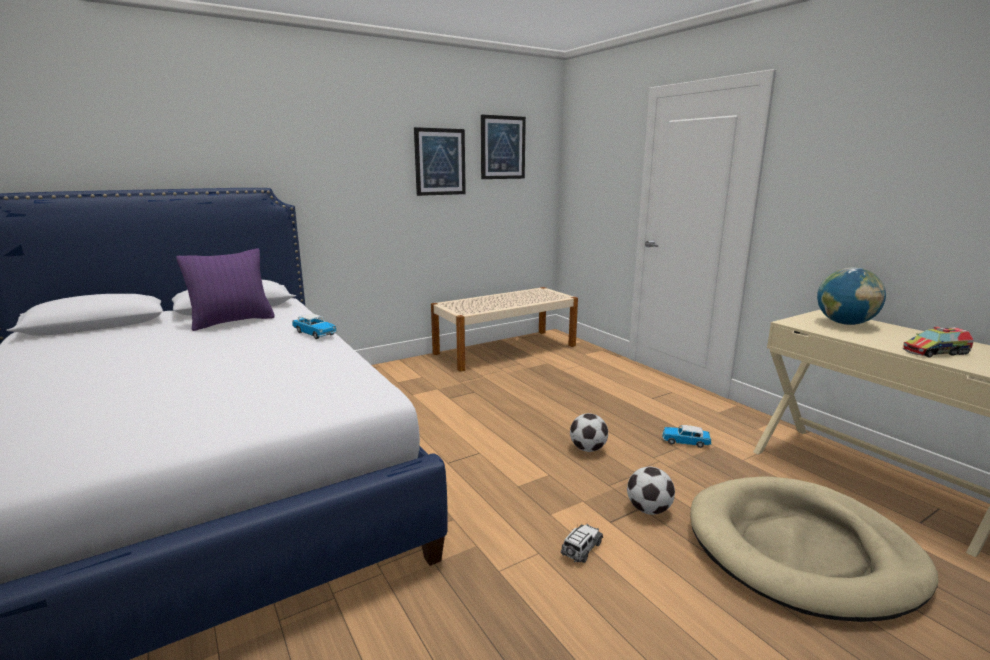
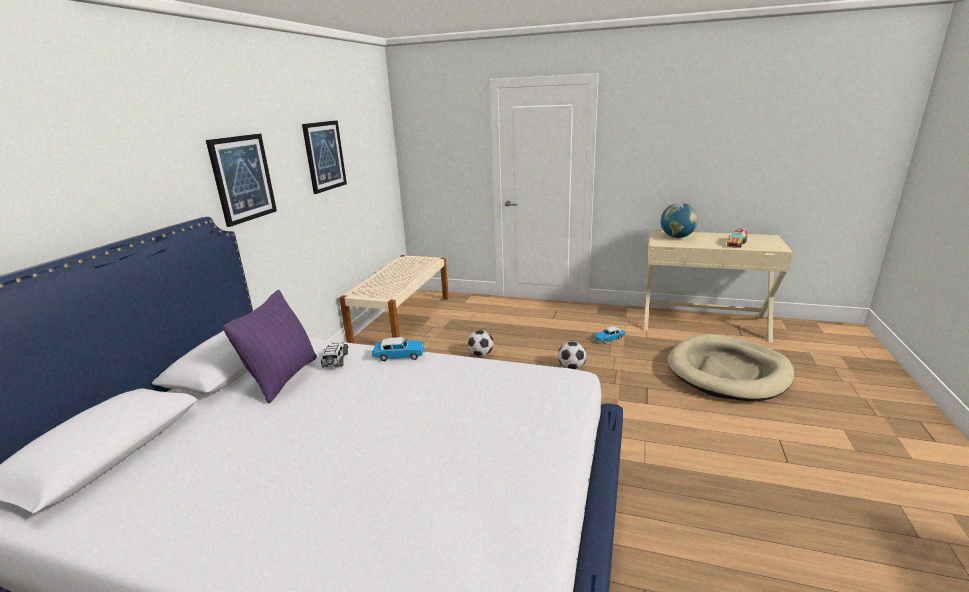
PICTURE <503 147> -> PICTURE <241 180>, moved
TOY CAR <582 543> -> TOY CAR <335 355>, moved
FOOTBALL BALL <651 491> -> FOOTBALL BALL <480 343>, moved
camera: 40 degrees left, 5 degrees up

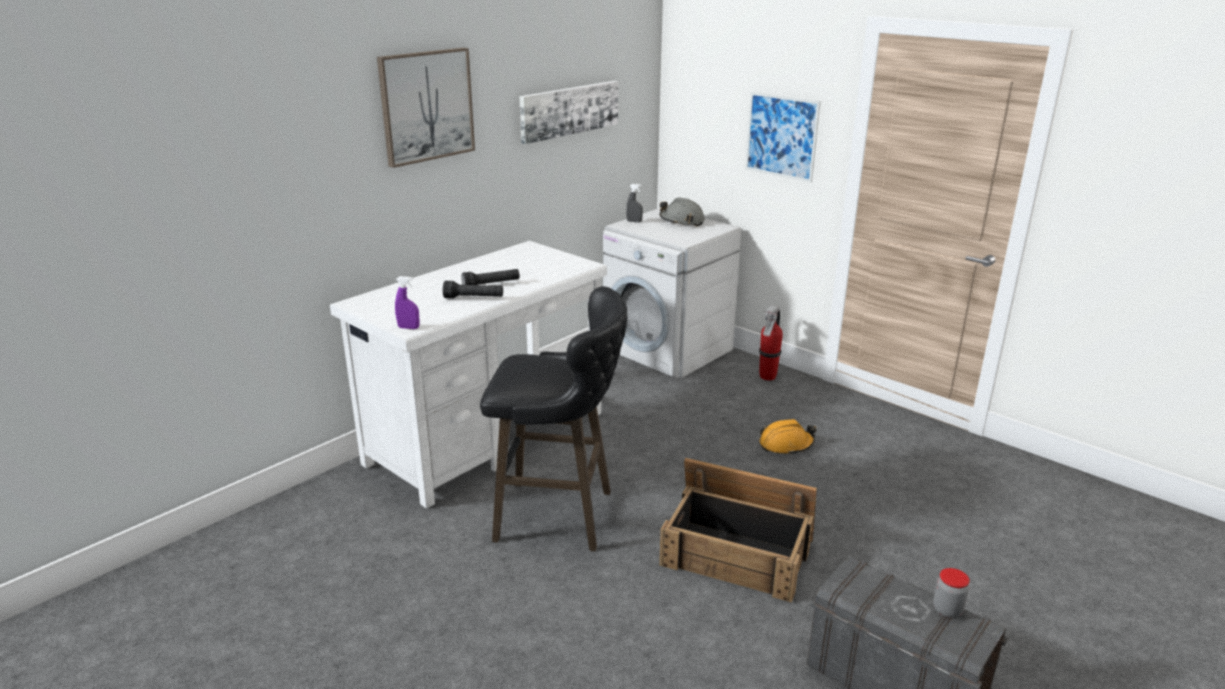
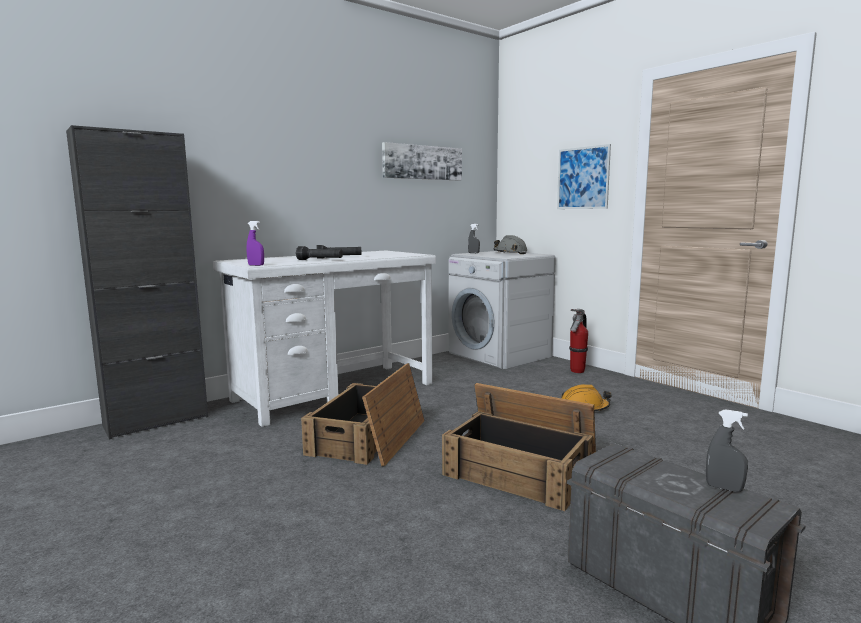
none -> BLACKISH CUPBOARD <137 282>
BLACKISH SITTING STOOL <553 419> -> SHIPPING CRATE <363 414>
STORAGE JAR <951 593> -> GREYISH SPRAYER <727 450>
PICTURE <426 108> -> none
camera: 10 degrees right, 15 degrees down

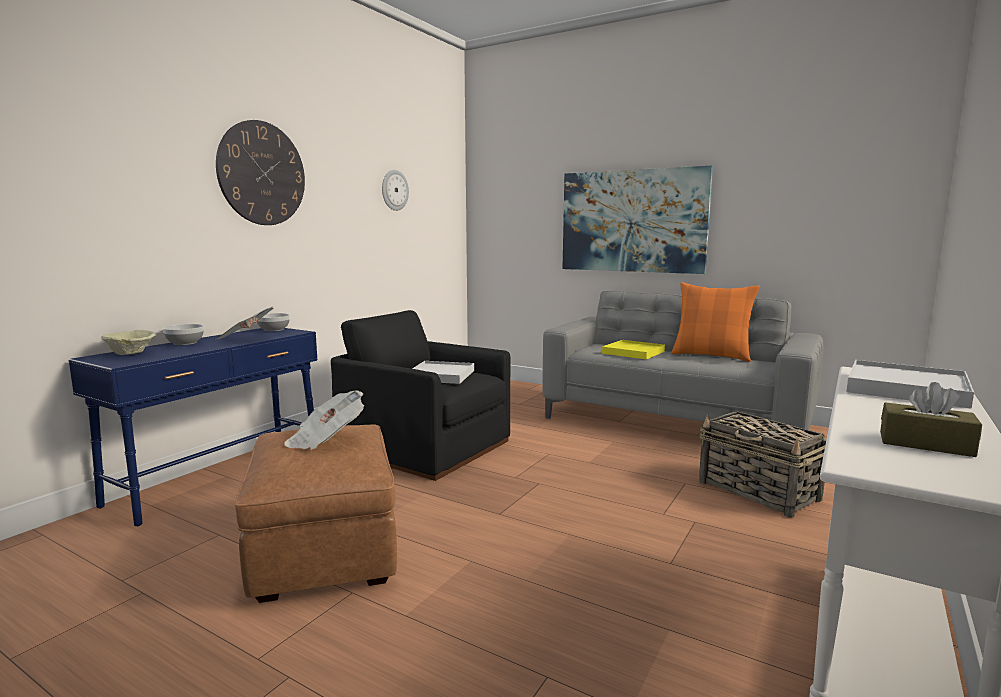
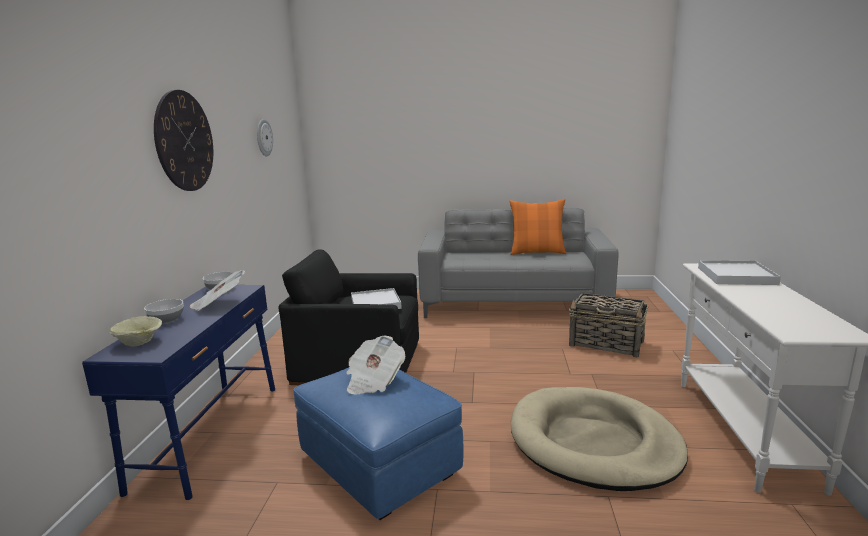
BROWN POUFFE <316 513> -> BLUE-COLOURED POUFFE <378 444>
none -> SAND-COLOURED PET BED <599 439>
PICTURE <638 219> -> none
YELLOW-COLOURED CARRYING TRAY <633 349> -> none
BROWN TISSUE BOX <931 419> -> none
camera: 25 degrees left, 5 degrees up

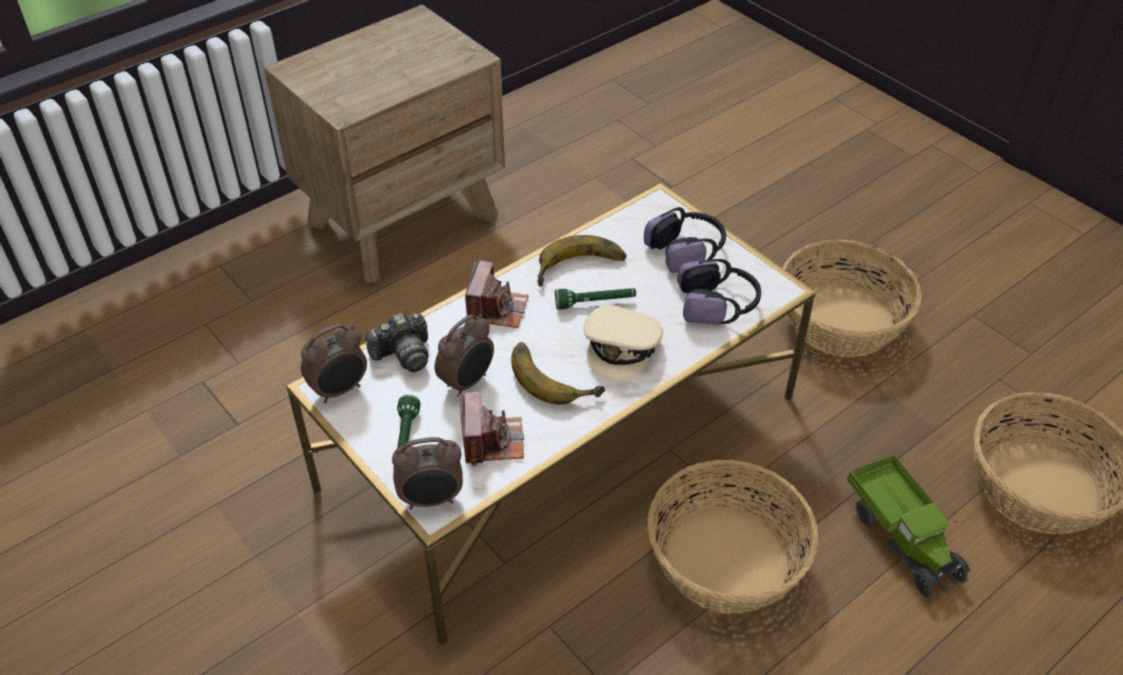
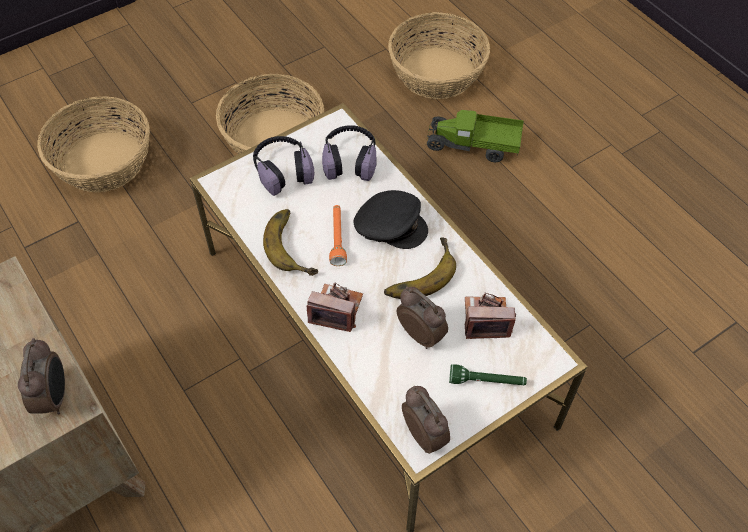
BEDSIDE CLOCK <427 473> -> BEDSIDE CLOCK <41 376>, moved
STORAGE BASKET <732 536> -> STORAGE BASKET <93 144>, moved
GREENISH FLASHLIGHT <595 299> -> ORANGE FLASHLIGHT <338 235>
SAND-COLOURED CAP <623 343> -> BLACKISH CAP <391 219>
TOY TRUCK <908 526> -> TOY TRUCK <475 136>, 150 degrees counterclockwise
PHOTO CAMERA <397 342> -> none
camera: 85 degrees left, 10 degrees up

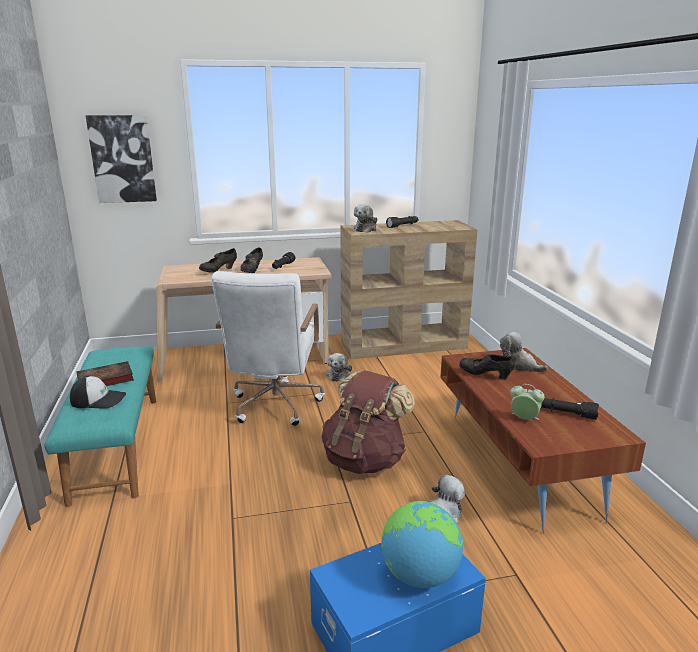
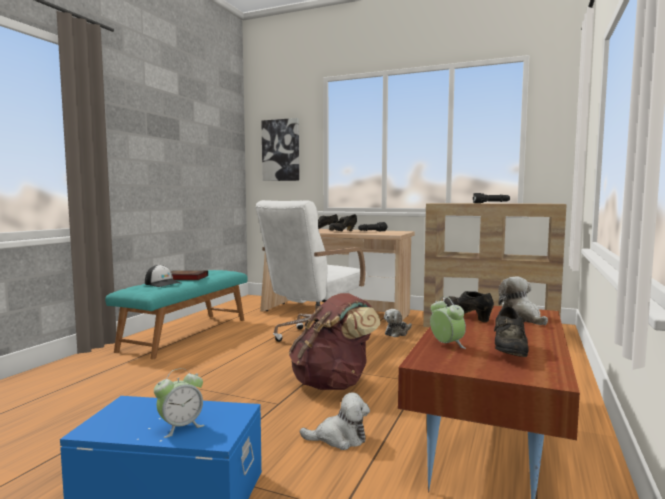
GLOBE <422 544> -> BEDSIDE CLOCK <179 403>
BLACKISH FLASHLIGHT <570 409> -> BLACKISH ITEM OF FOOTWEAR <511 331>
CUDDLY TOY <365 218> -> none
camera: 35 degrees right, 15 degrees down

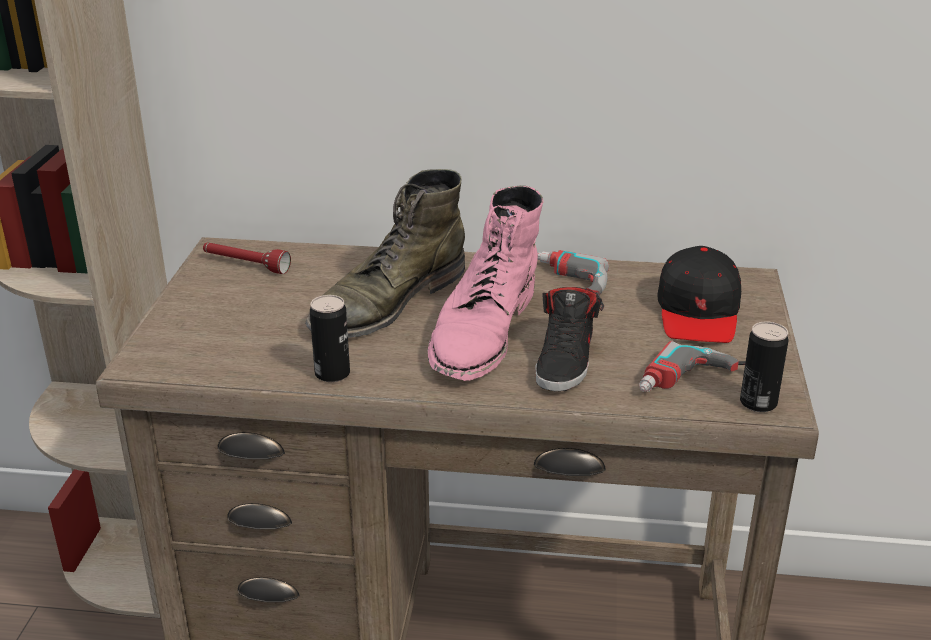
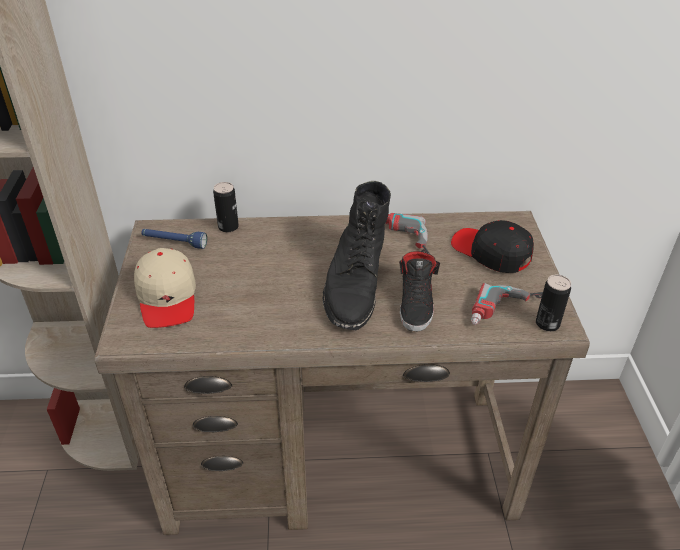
none -> SAND-COLOURED CAP <165 288>
REDDISH FLASHLIGHT <247 258> -> BLUE-COLOURED FLASHLIGHT <174 239>
CAN <330 338> -> CAN <226 207>, moved
PINKISH BOOT <485 283> -> BLACKISH BOOT <356 255>
BLACKISH CAP <699 294> -> BLACKISH CAP <492 246>, 135 degrees clockwise
GREENISH BOOT <385 253> -> none
camera: 10 degrees left, 10 degrees up

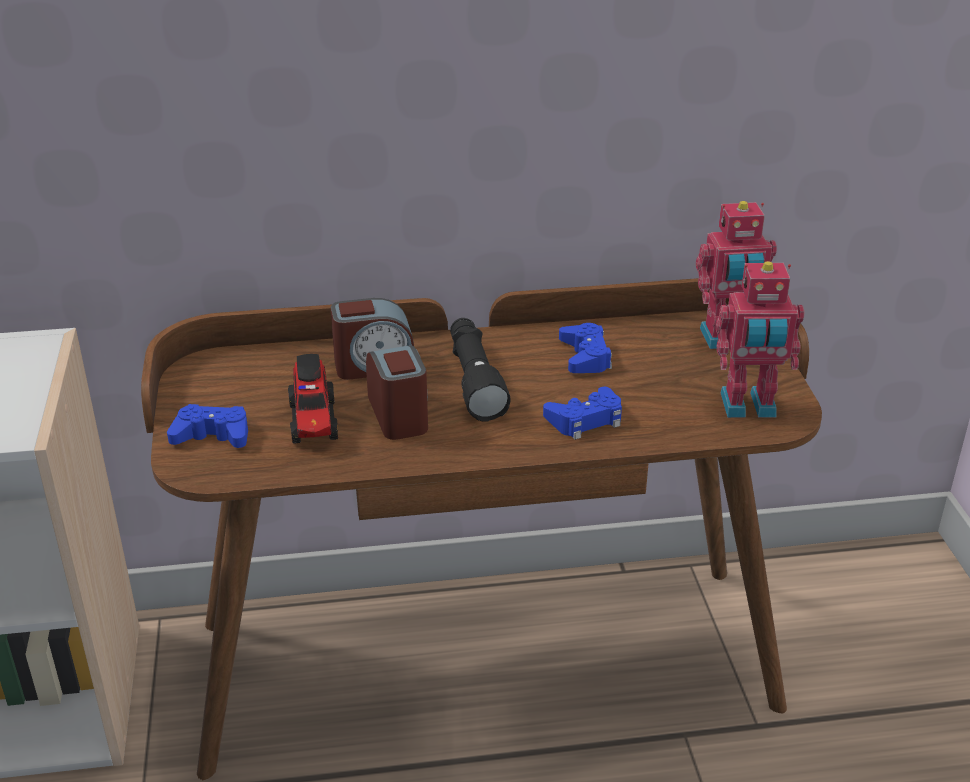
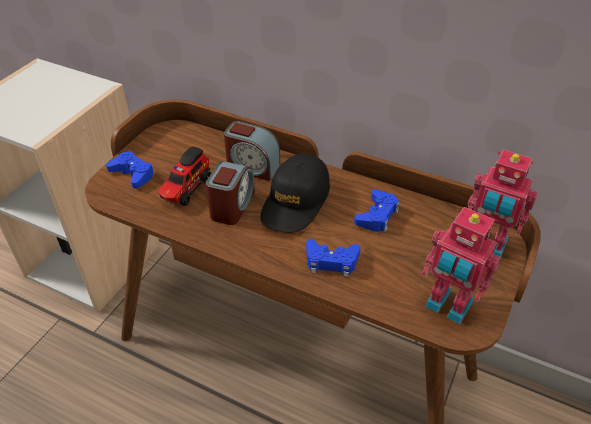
BLACKISH FLASHLIGHT <480 370> -> BLACKISH CAP <295 193>
camera: 35 degrees right, 10 degrees up

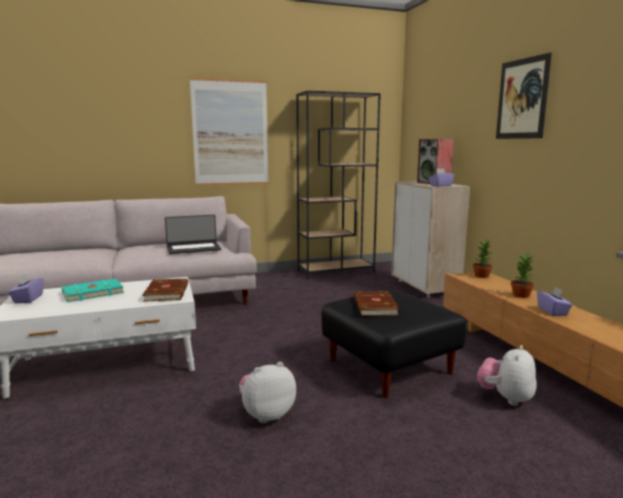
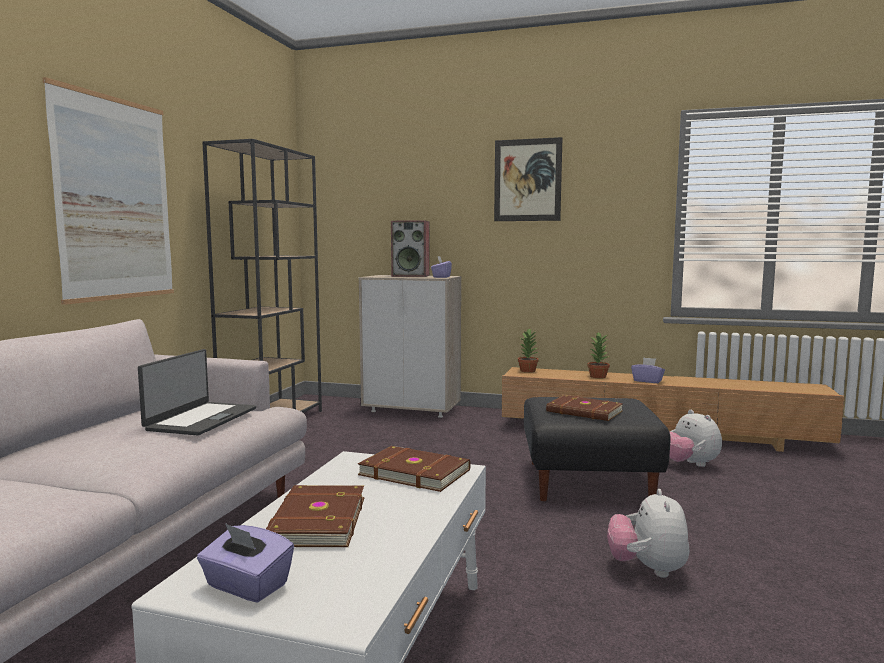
BLUE-GREEN BOOK <93 290> -> BROWN BOOK <315 516>
camera: 55 degrees left, 5 degrees down

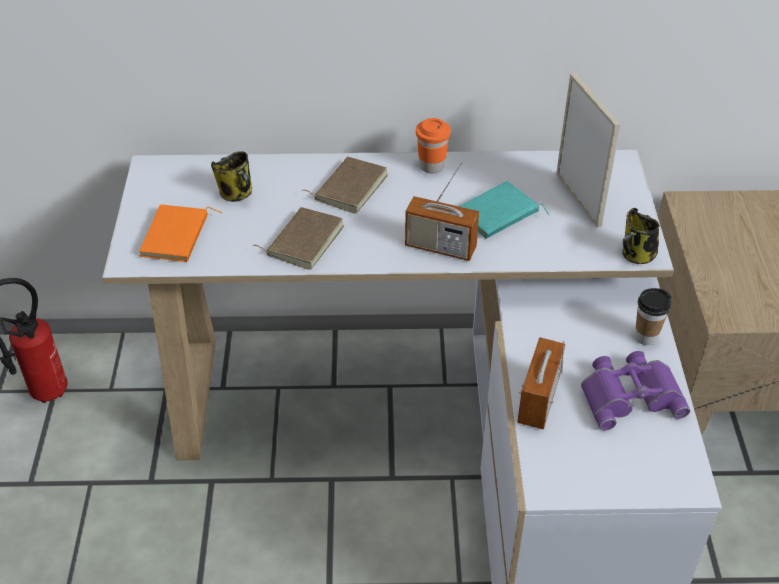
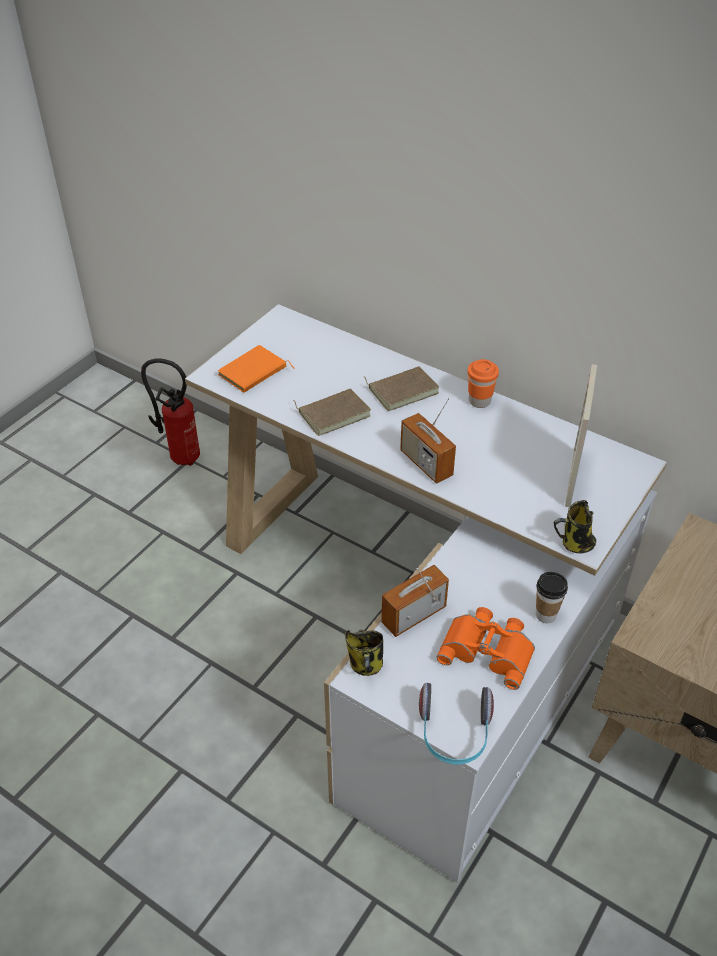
COFFEE MUG <231 176> -> COFFEE MUG <364 652>, moved
none -> HEADSET <456 723>
PURPLISH FIELD GLASSES <635 390> -> ORANGE FIELD GLASSES <485 648>
BLUE-GREEN BOOK <504 210> -> none
camera: 35 degrees right, 0 degrees up

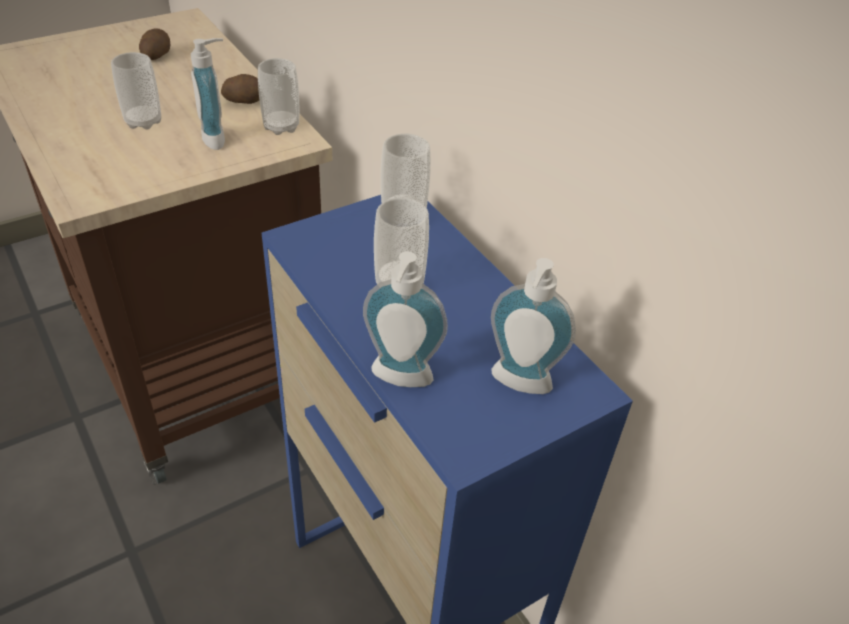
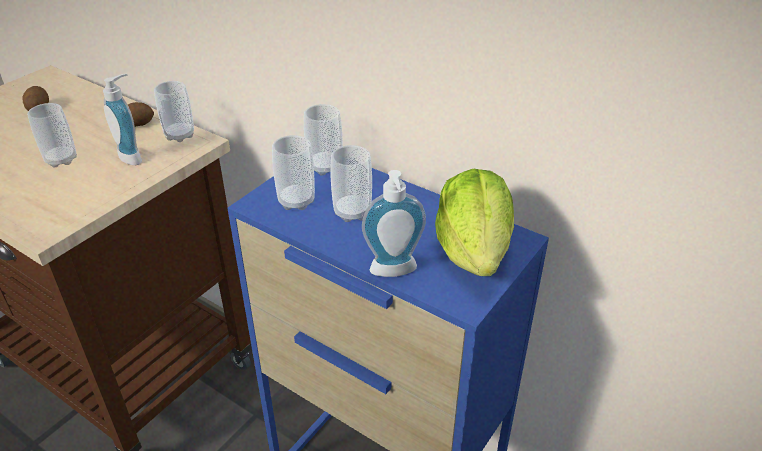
none -> CUP <293 172>
SOAP BOTTLE <533 326> -> LETTUCE HEAD <474 222>
camera: 20 degrees left, 5 degrees down

